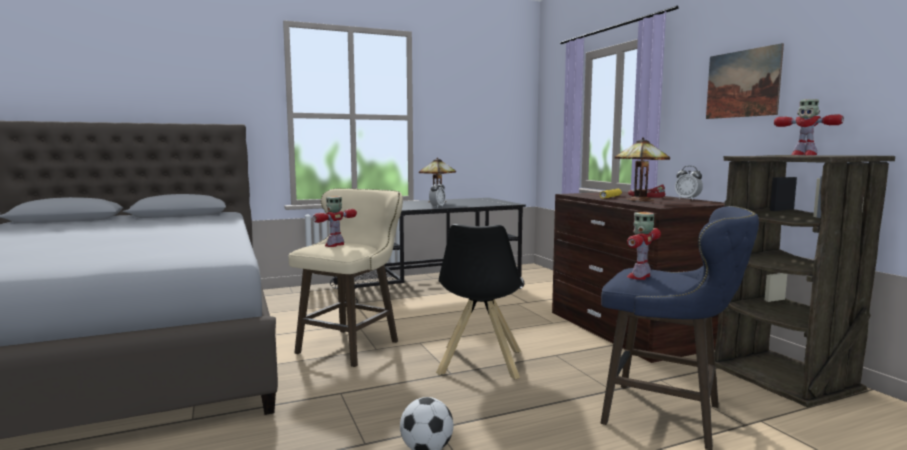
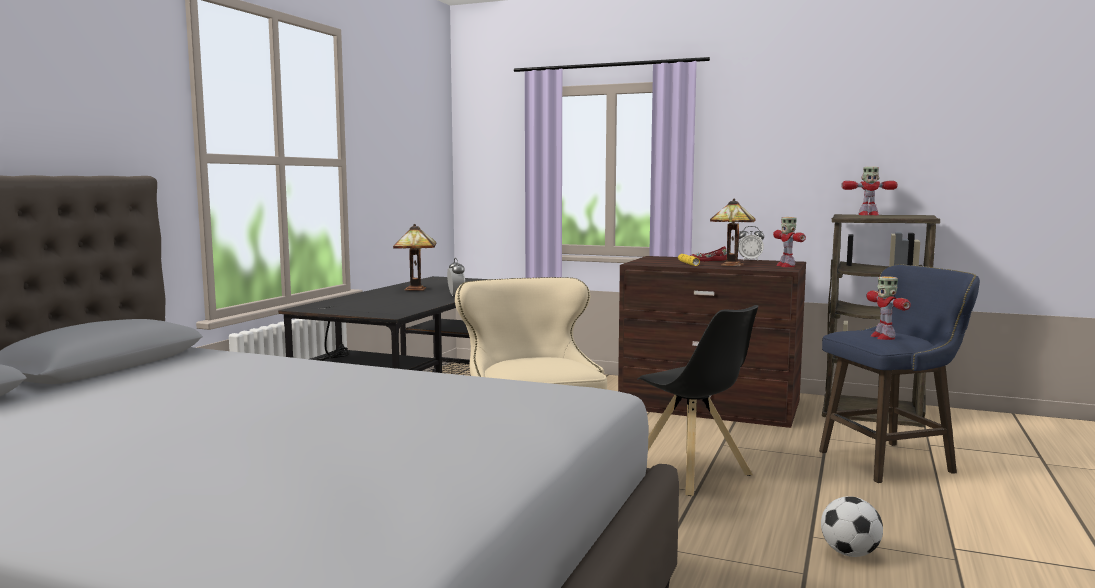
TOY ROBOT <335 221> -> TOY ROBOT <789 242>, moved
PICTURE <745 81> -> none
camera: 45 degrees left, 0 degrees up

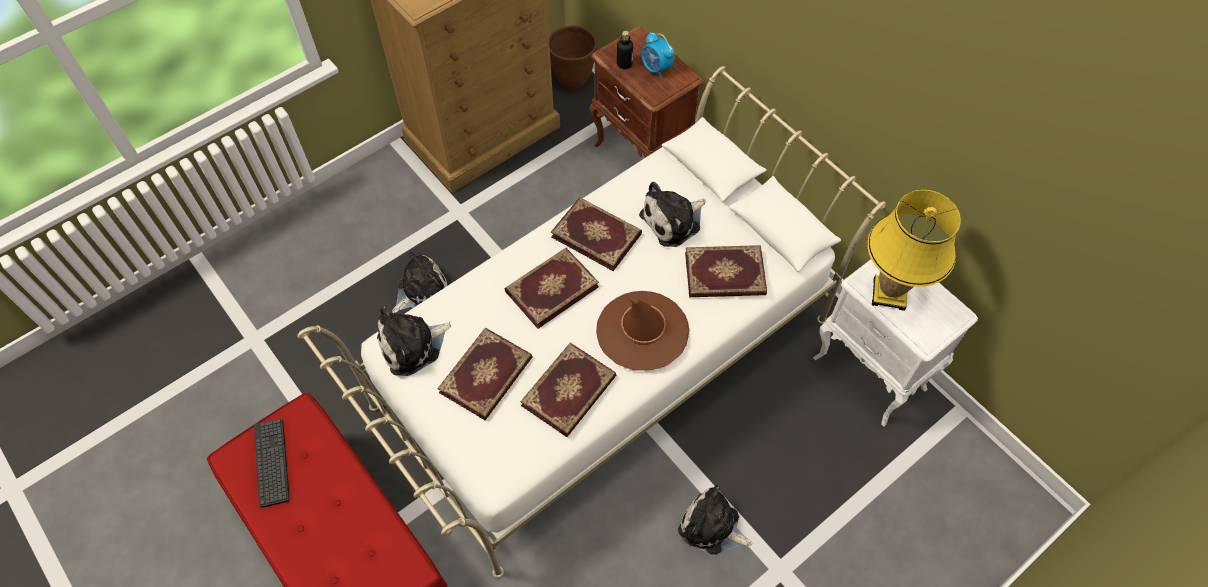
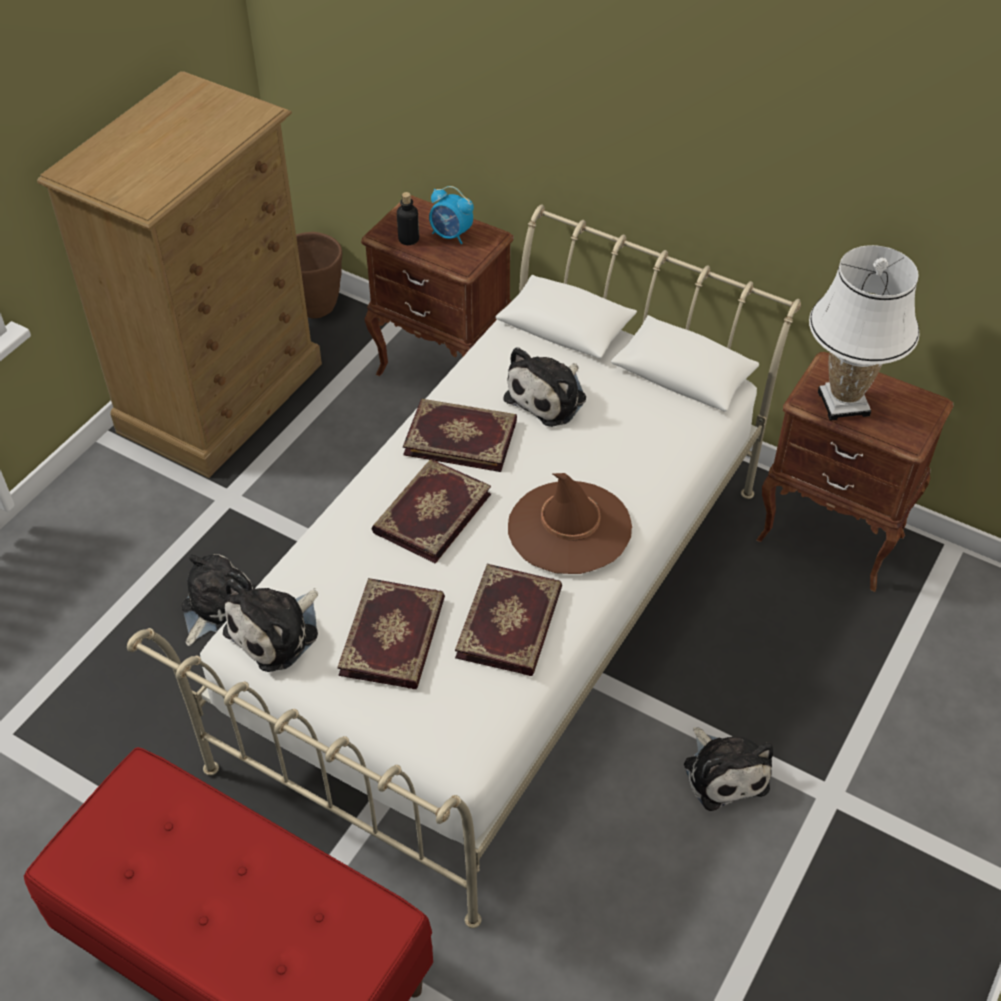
CUDDLY TOY <715 519> -> CUDDLY TOY <728 769>, 120 degrees counterclockwise
WHITE NIGHTSTAND <895 343> -> BROWN NIGHTSTAND <855 472>
YELLOW-COLOURED TABLETOP LAMP <914 250> -> WHITE TABLETOP LAMP <864 333>
KEYBOARD <272 463> -> none
BOOK <726 271> -> none
camera: 20 degrees left, 10 degrees down

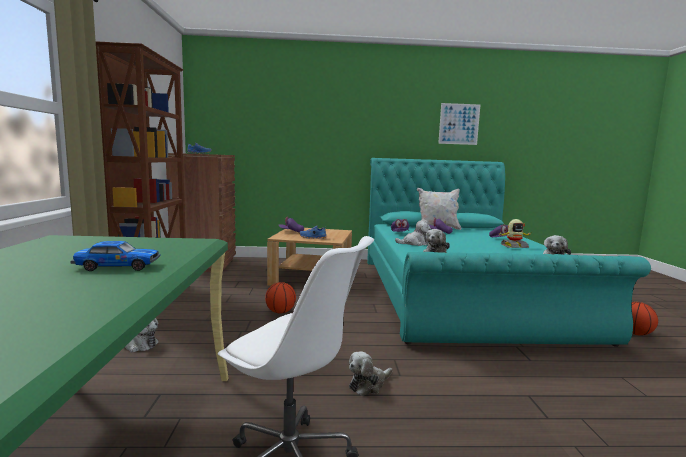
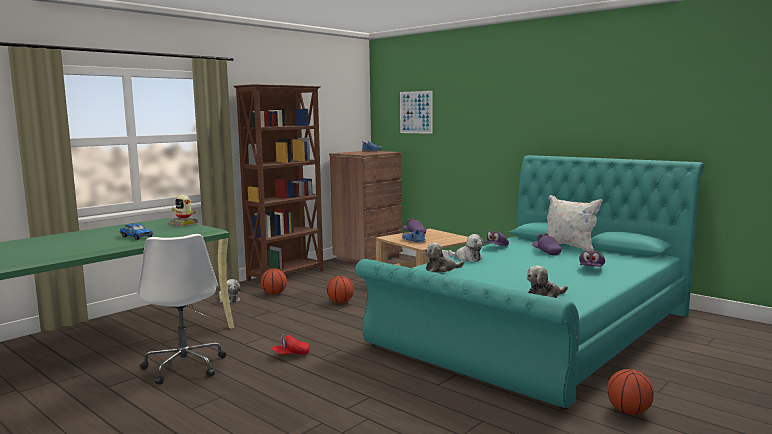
TOY ROBOT <515 233> -> TOY ROBOT <183 210>, moved
none -> BASKETBALL <274 281>
CUDDLY TOY <371 373> -> REDDISH CAP <291 344>
PICTURE <459 124> -> PICTURE <416 112>, moved
camera: 45 degrees right, 0 degrees up

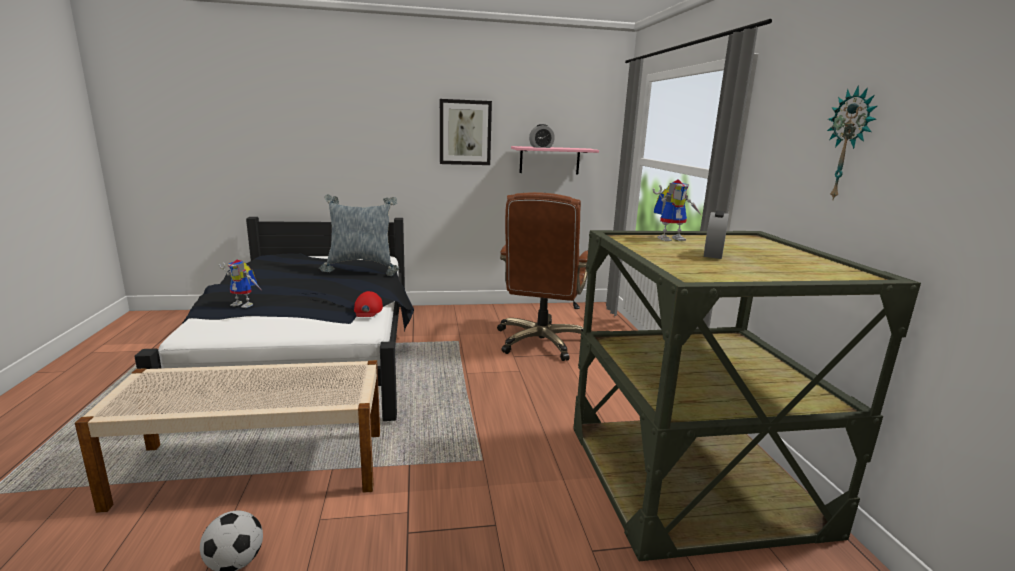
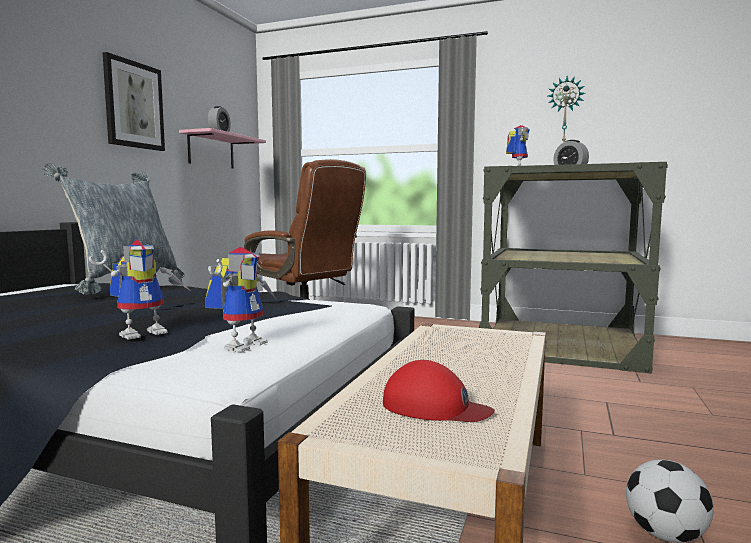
none -> TOY ROBOT <240 299>
REDDISH CAP <368 304> -> REDDISH CAP <439 391>, moved
camera: 60 degrees left, 10 degrees down

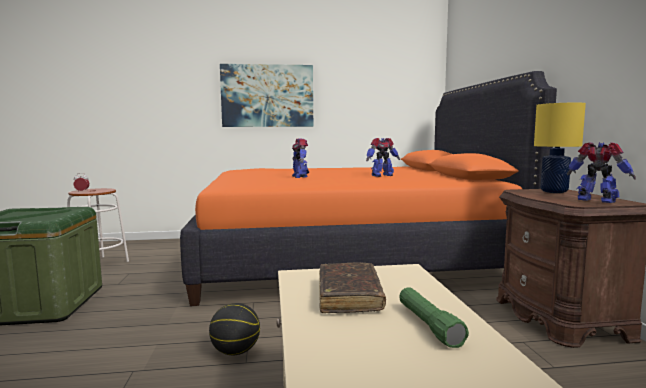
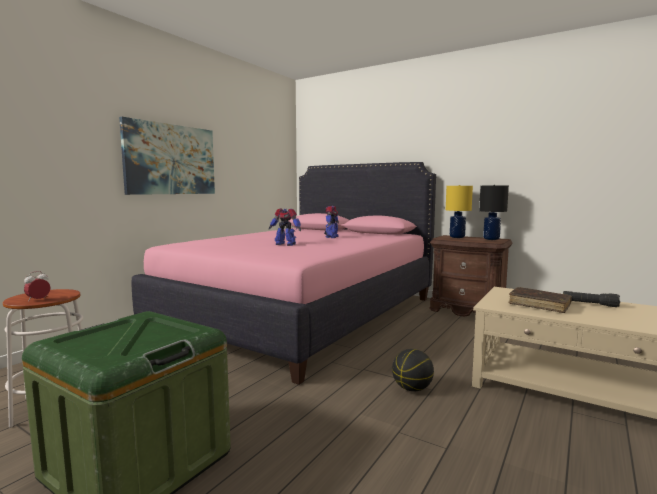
ORANGE SLEEPING BED <368 188> -> PINKISH SLEEPING BED <283 273>
TOY ROBOT <601 172> -> BLACKISH TABLETOP LAMP <494 212>
GREENISH FLASHLIGHT <434 317> -> BLACKISH FLASHLIGHT <591 299>
camera: 50 degrees left, 0 degrees up

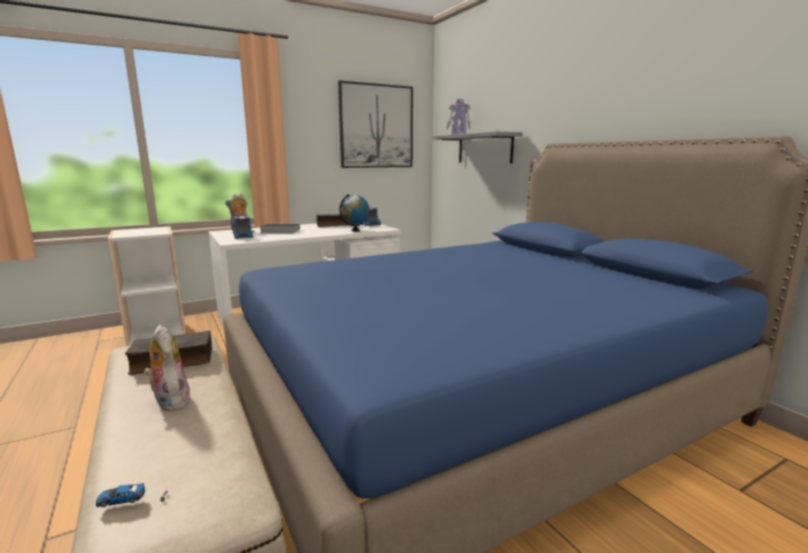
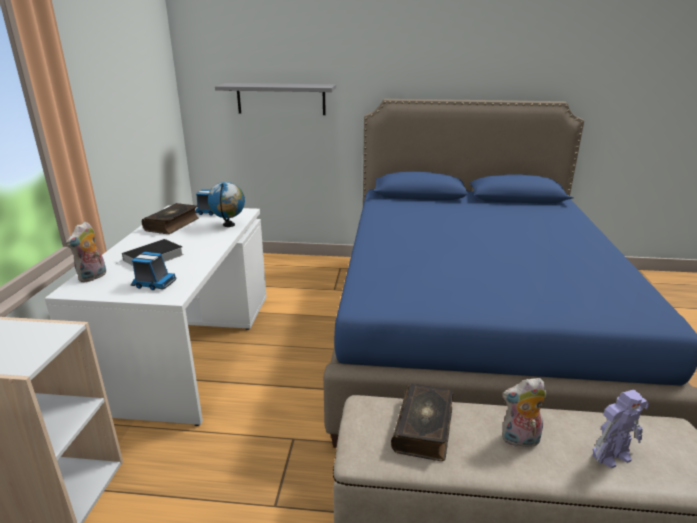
TOY ROBOT <458 117> -> TOY ROBOT <620 429>, moved
TOY CAR <132 495> -> none
PICTURE <375 124> -> none
camera: 55 degrees left, 10 degrees up

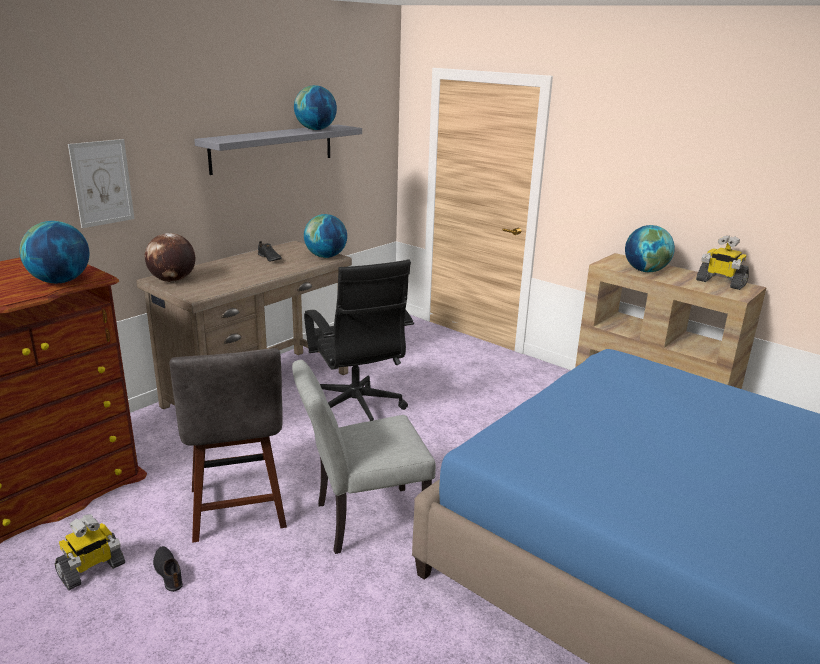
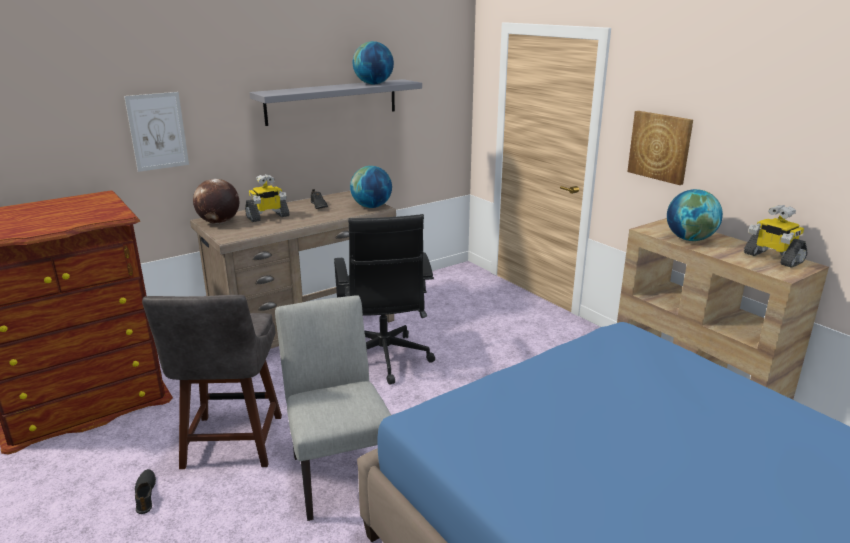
TOY ROBOT <90 552> -> TOY ROBOT <267 198>, moved
GREYISH UPRIGHT CHAIR <364 457> -> GREYISH UPRIGHT CHAIR <333 408>, 75 degrees clockwise
none -> PICTURE <660 148>
GLOBE <54 252> -> none
camera: 15 degrees right, 0 degrees up

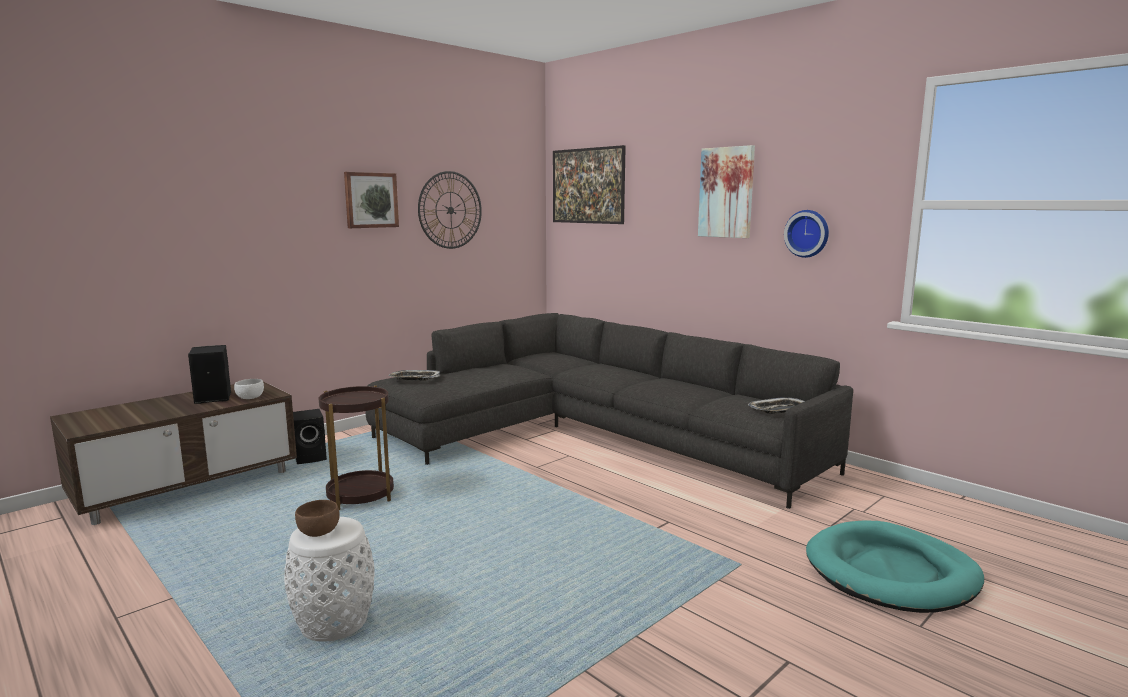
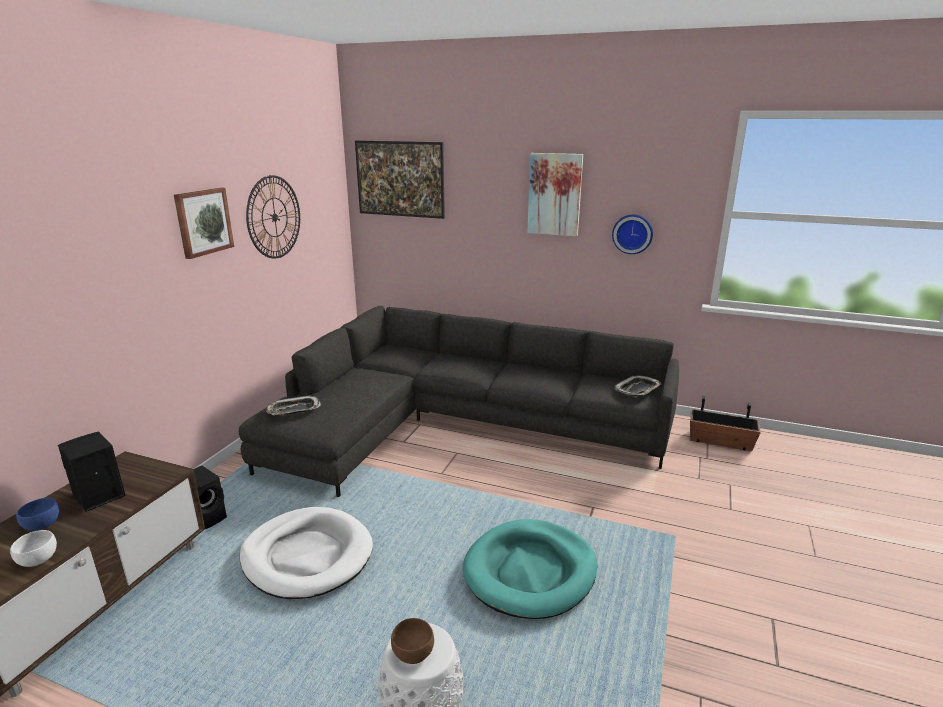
WHITE BOWL <249 389> -> WHITE BOWL <33 548>, moved
none -> BLUE-COLOURED BOWL <37 514>
BROWN ACCENT TABLE <356 447> -> WHITE PET BED <306 553>
BLUE-GREEN PET BED <895 566> -> BLUE-GREEN PET BED <530 569>, moved
none -> PLANTER <725 423>
camera: 25 degrees left, 10 degrees up

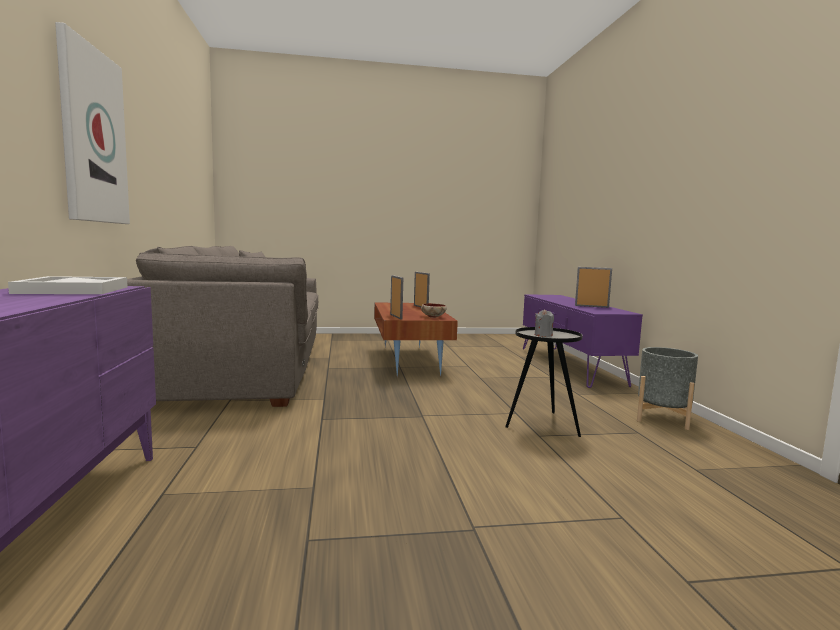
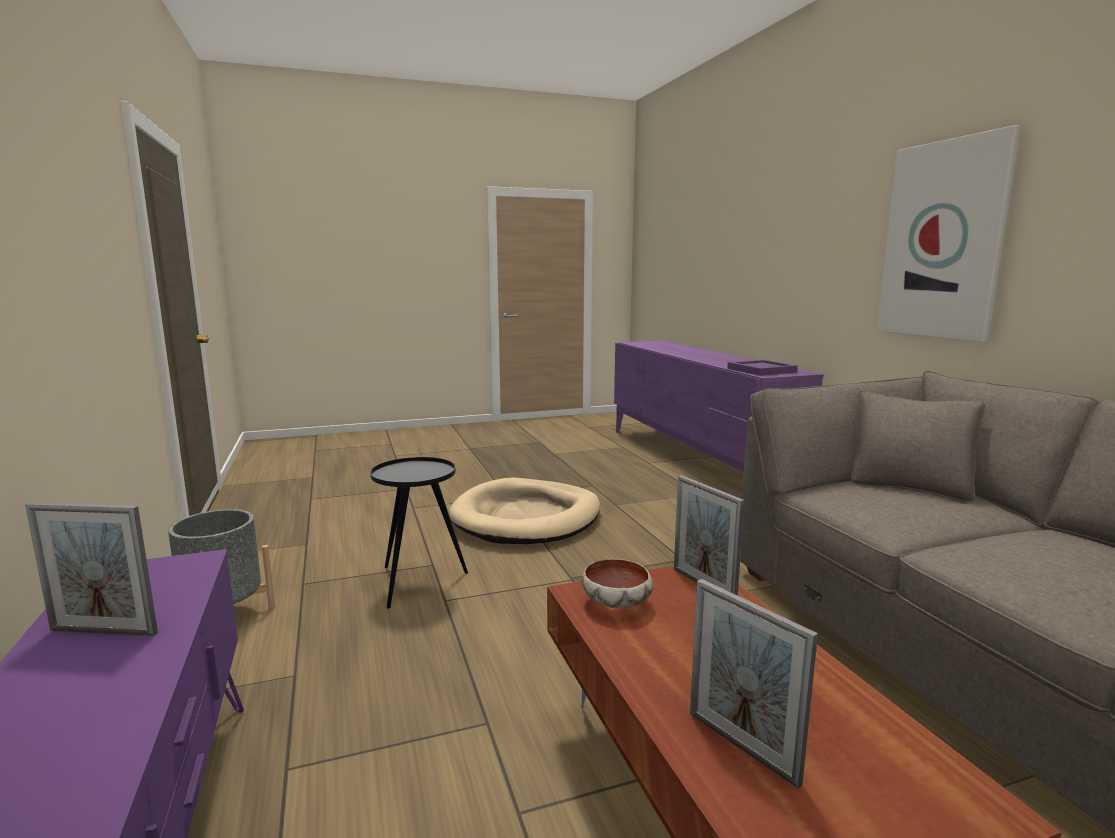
none -> SAND-COLOURED PET BED <524 511>
WHITE CARRYING TRAY <68 285> -> PURPLISH CARRYING TRAY <762 368>
GREYISH CANDLE <544 323> -> none
camera: 170 degrees right, 5 degrees up

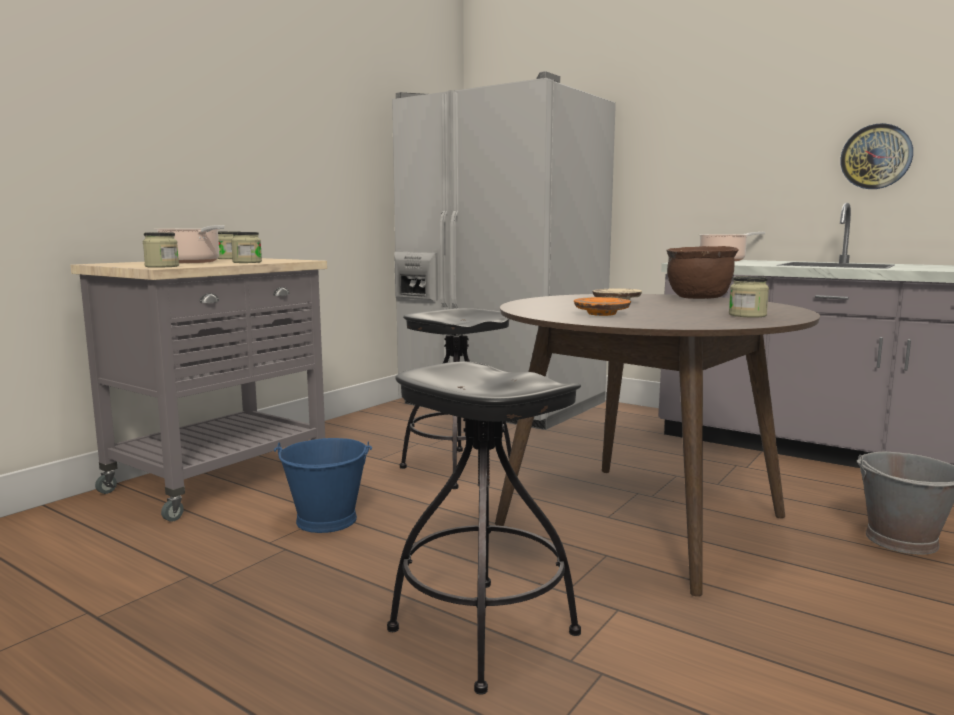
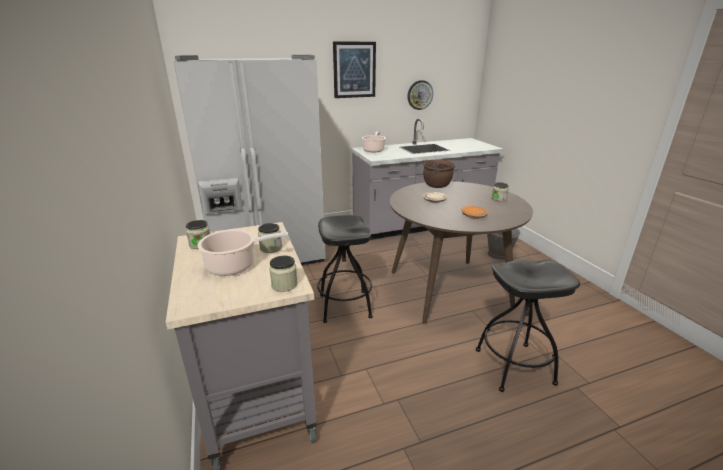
none -> PICTURE <354 69>
BLUE-COLOURED BUCKET <323 485> -> none
camera: 55 degrees left, 15 degrees up

